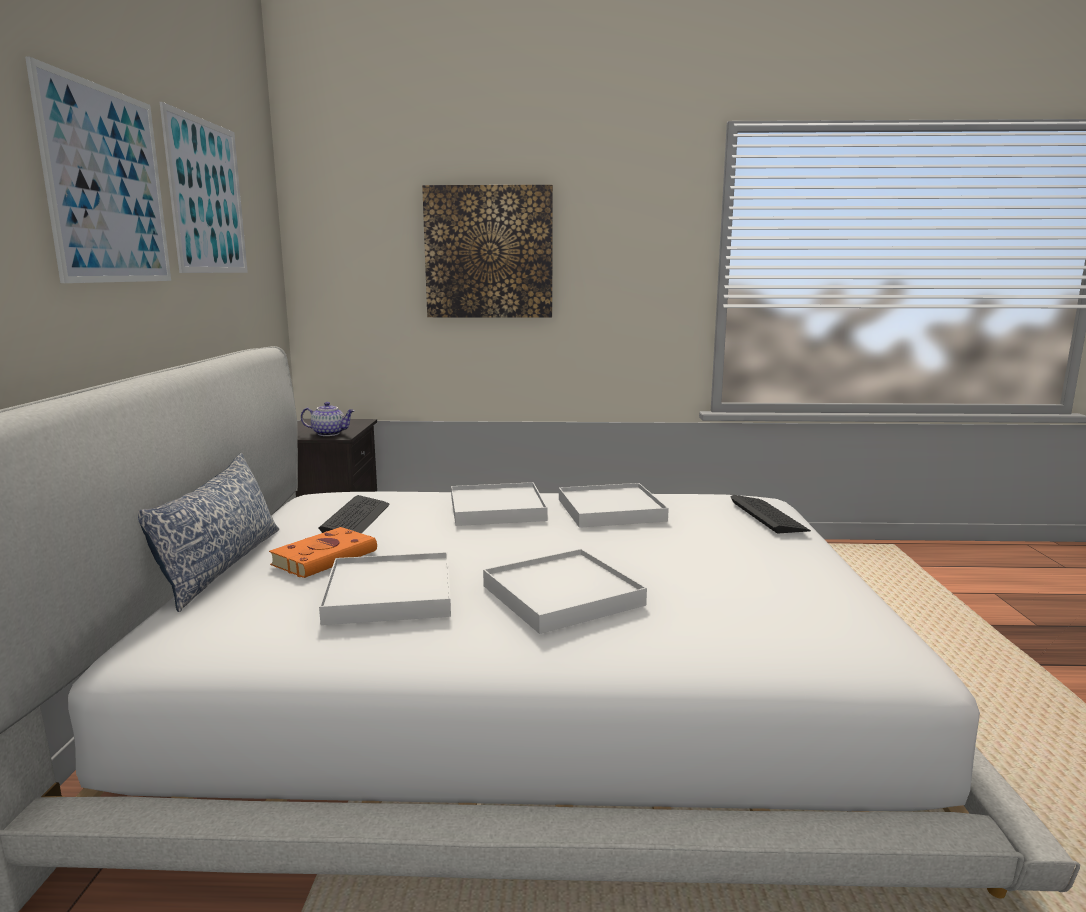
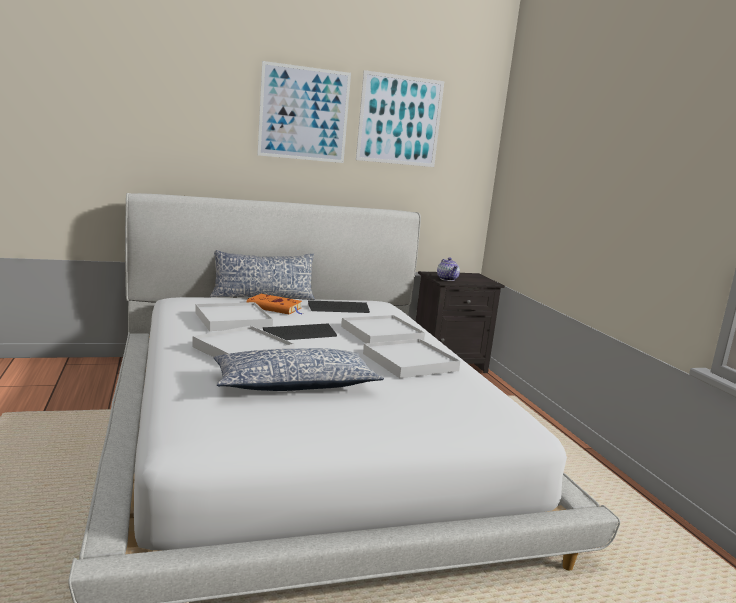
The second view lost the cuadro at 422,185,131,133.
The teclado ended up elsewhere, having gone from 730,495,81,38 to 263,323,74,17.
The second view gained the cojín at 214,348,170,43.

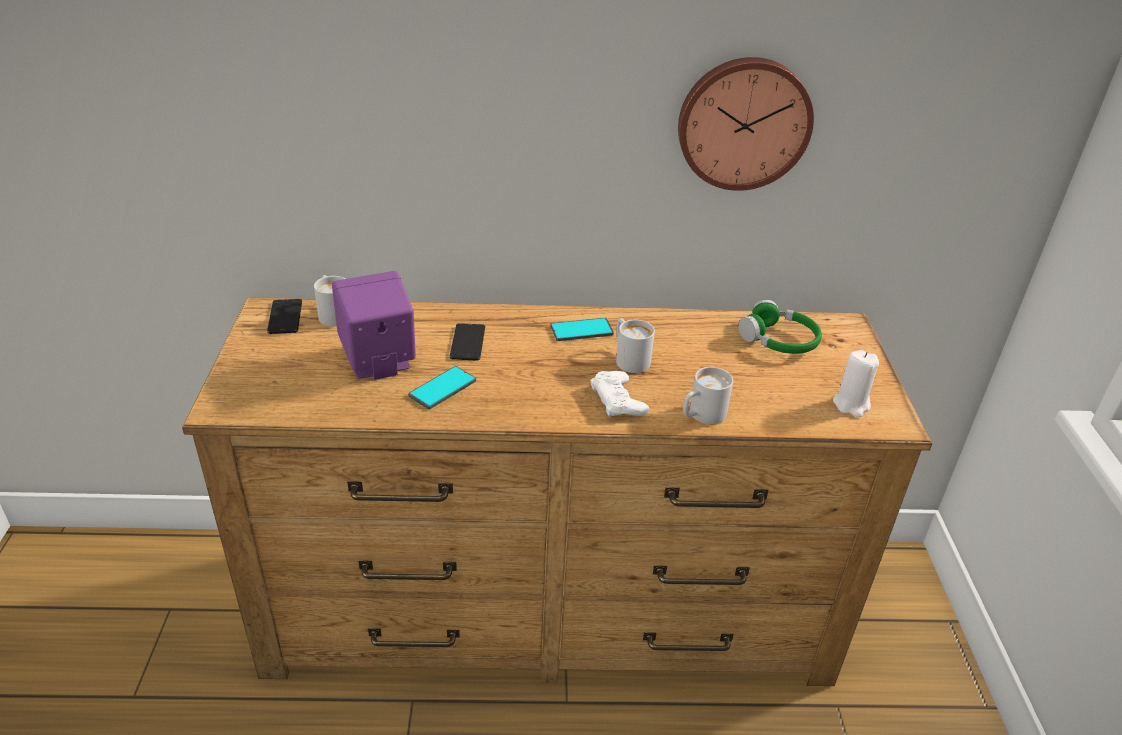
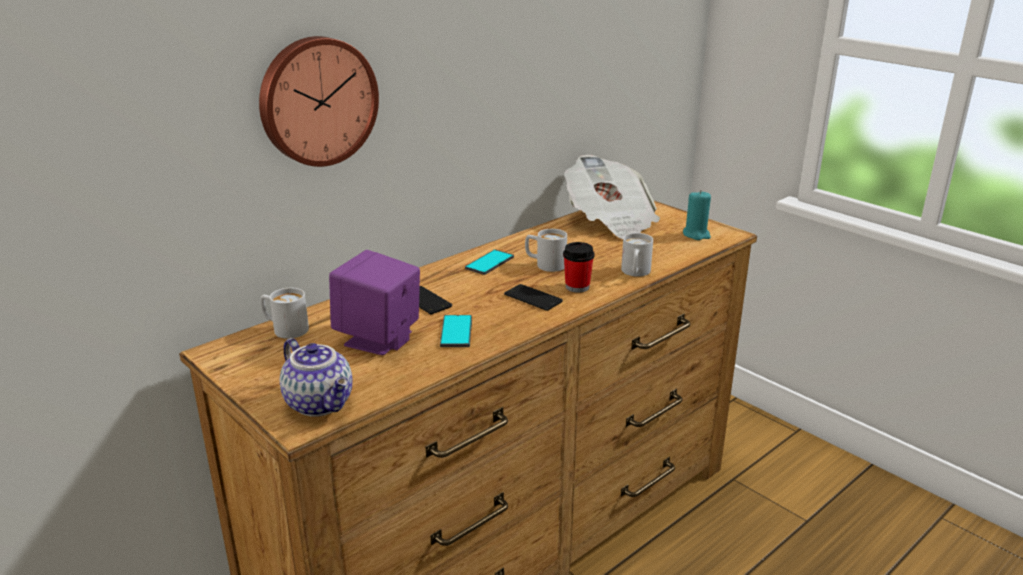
The móvil ended up elsewhere, having gone from 267,299,35,35 to 504,284,59,27.
Where the mando de consola/blanco stood at 590,371,59,46, the taza came to stand at 563,242,32,51.
The reloj de pared ended up elsewhere, having gone from 678,57,136,134 to 259,36,120,131.
Where the auriculares/verde stood at 739,300,83,54, the periódico came to stand at 564,155,96,84.
What was the vela/blanco at 833,350,46,67 turned into the vela/turquesa at 683,190,28,50.
The second view gained the tetera at 280,338,73,79.

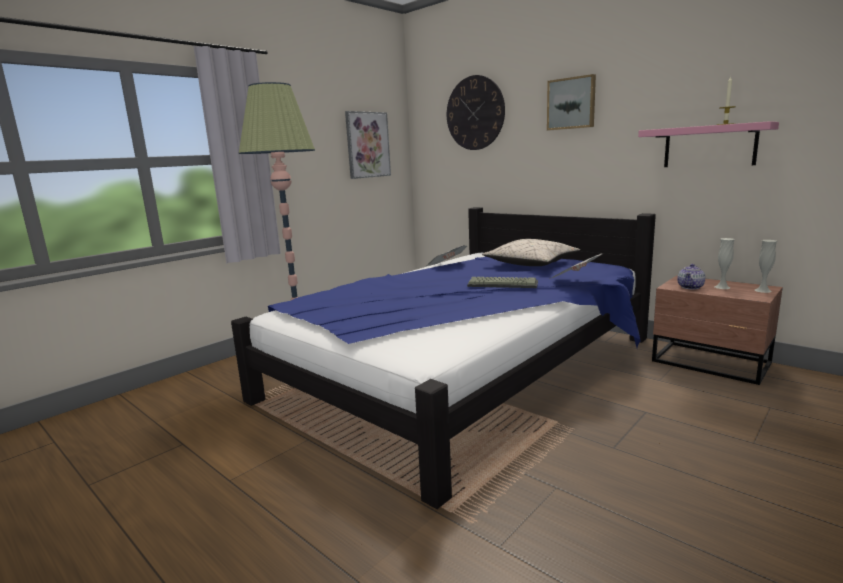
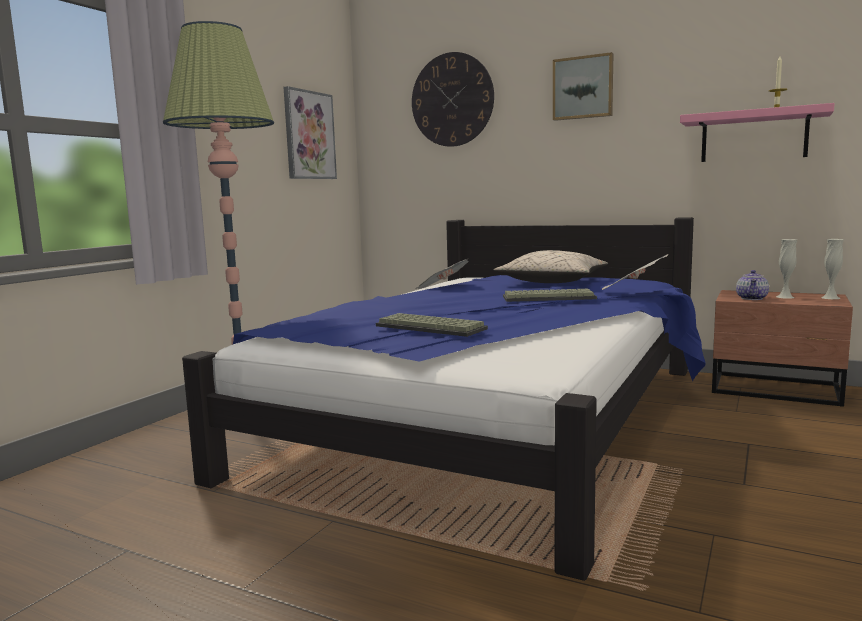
The second view gained the teclado at 376,313,112,24.

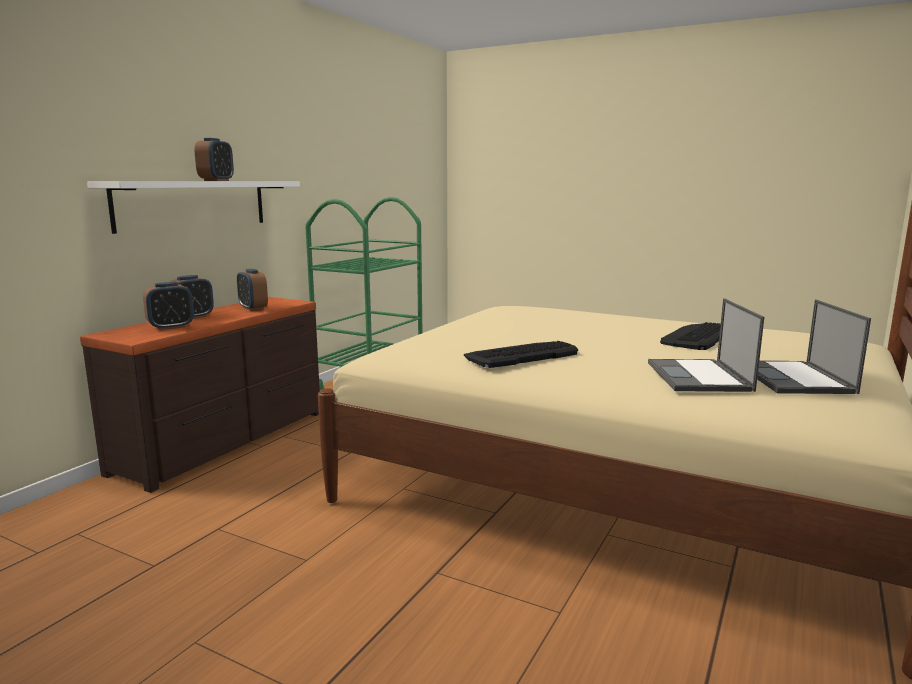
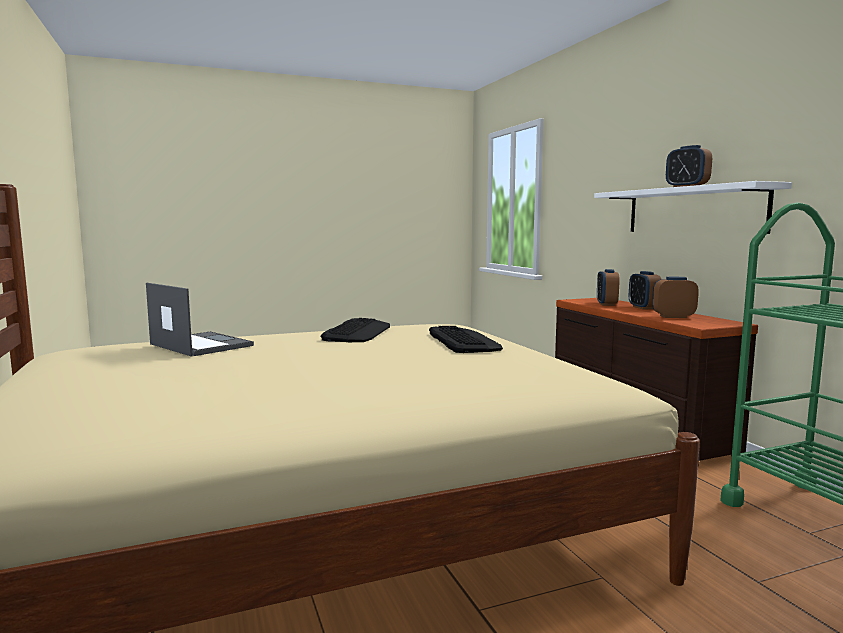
The teclado ended up elsewhere, having gone from 660,322,61,28 to 429,326,74,27.
The second view lost the portátil at 757,299,114,95.

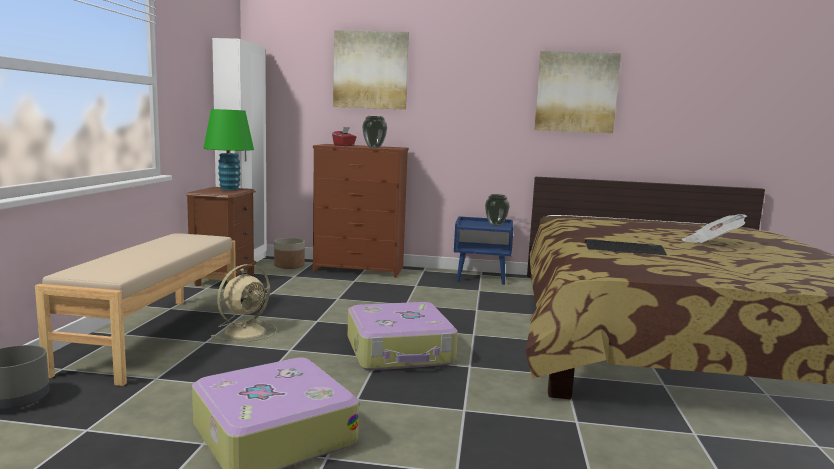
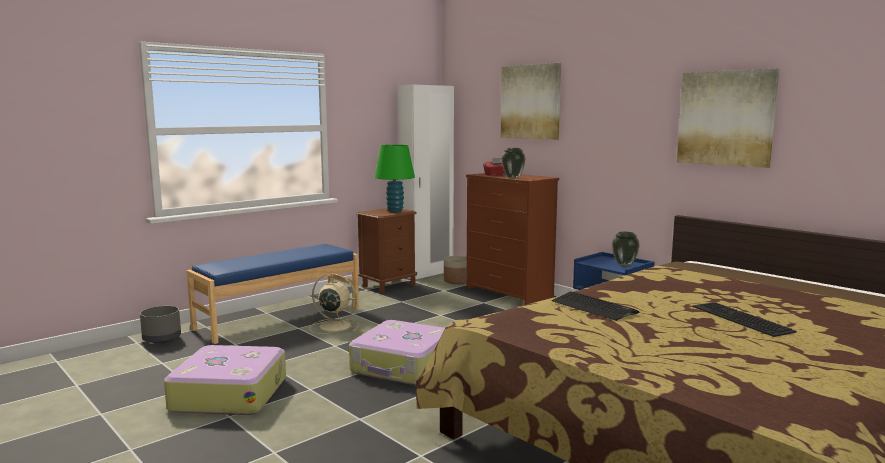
What was the banco/beis at 35,233,201,153 turned into the banco/azul at 187,244,172,100.
The ventilador/beis at 211,264,66,78 ended up facing another way, 150 degrees counterclockwise from before.
Where the periódico stood at 682,214,65,29, the teclado came to stand at 692,302,105,35.

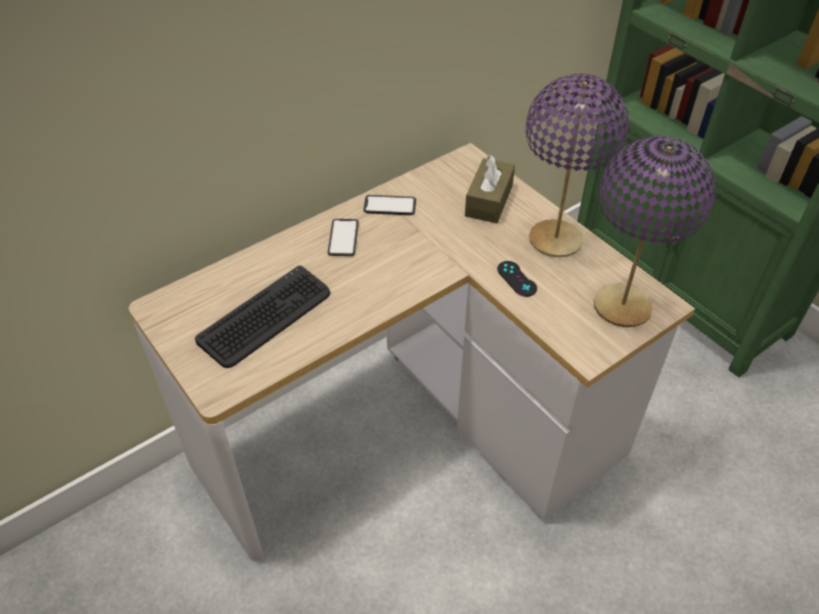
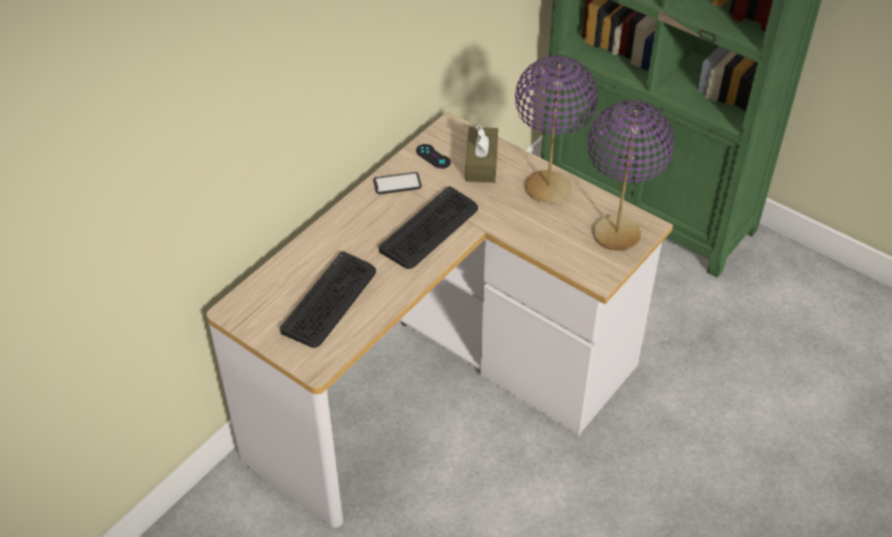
The second view lost the móvil at 328,219,31,37.
The mando de consola/negro ended up elsewhere, having gone from 497,261,40,36 to 416,144,35,25.
The second view gained the teclado at 379,186,99,83.

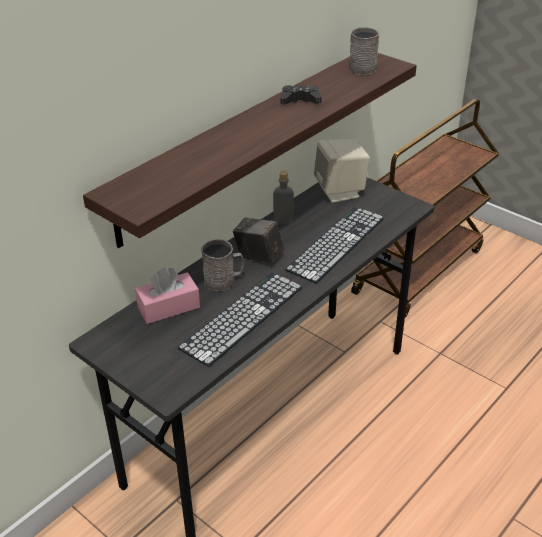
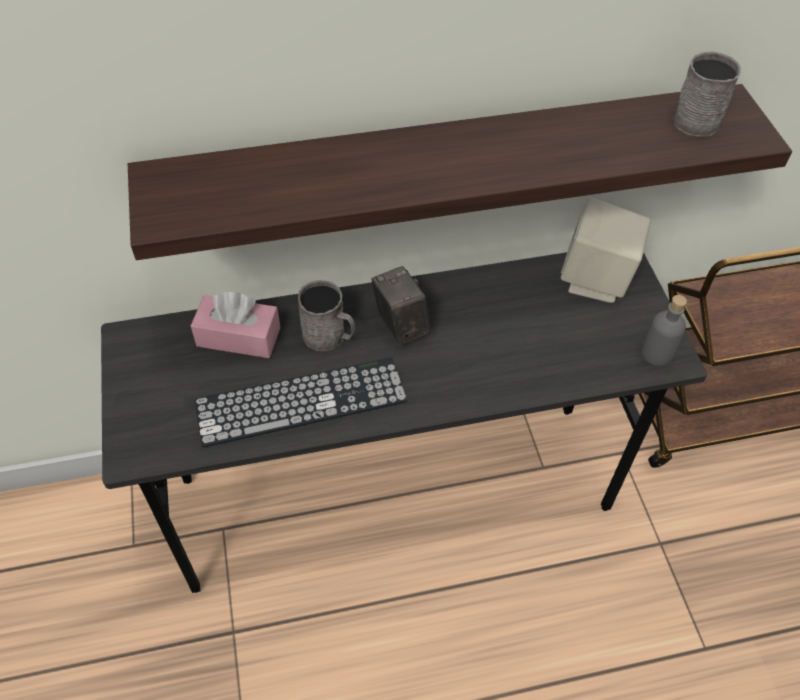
The botella/gris ended up elsewhere, having gone from 273,171,21,53 to 641,295,46,71.
The second view lost the mando de consola/negro at 280,85,41,19.
The second view lost the teclado at 285,207,99,77.

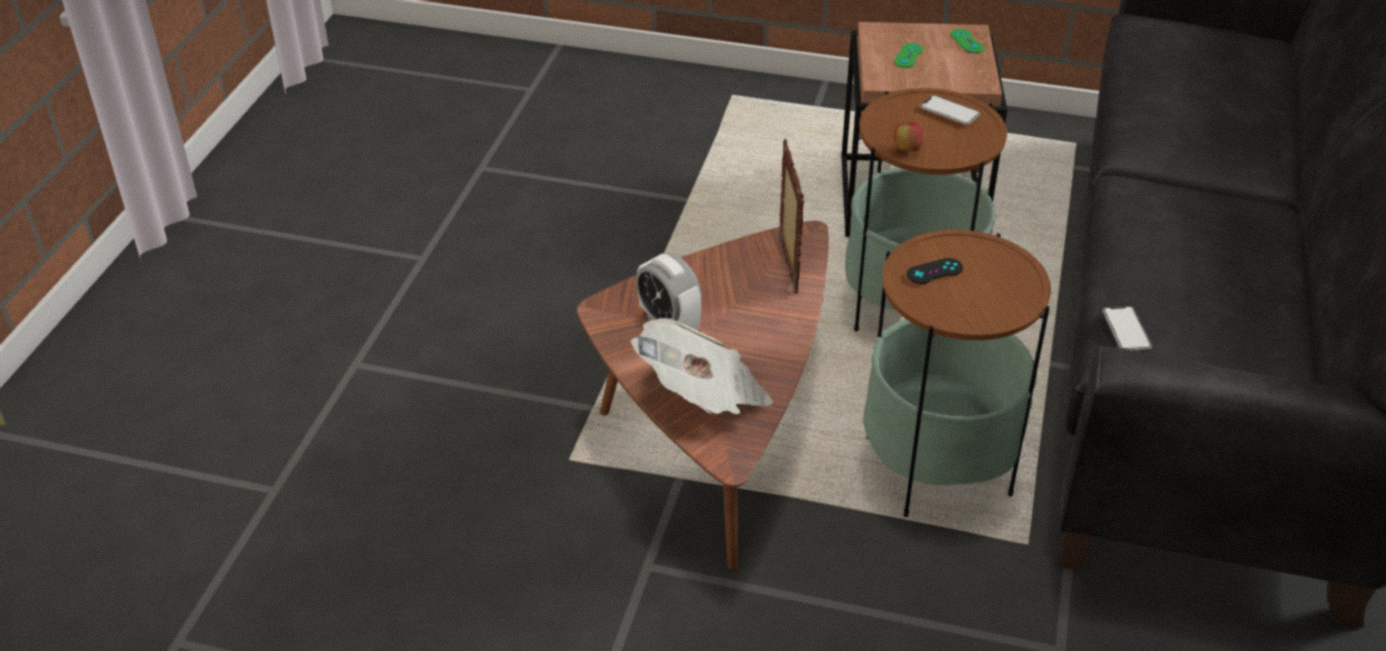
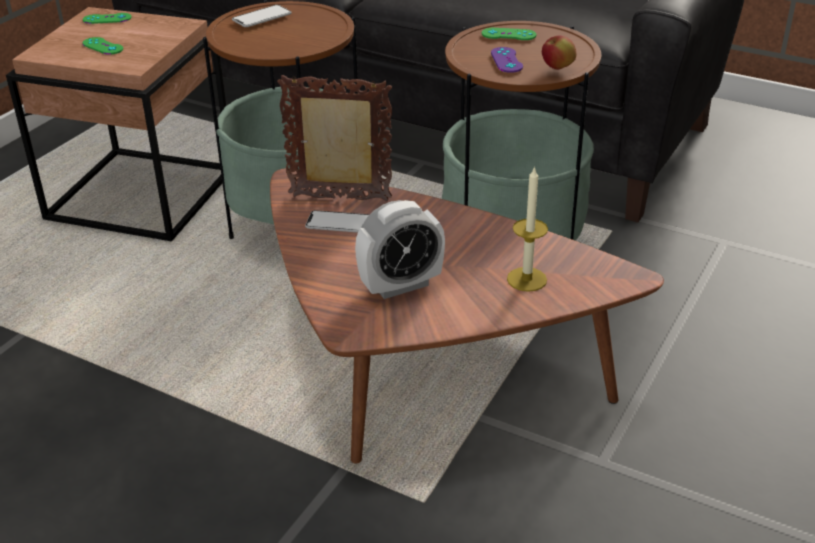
Where the periódico stood at 631,318,142,96, the vela came to stand at 507,166,41,126.
The manzana ended up elsewhere, having gone from 894,122,29,29 to 542,35,34,34.
What was the mando de consola/negro at 907,258,56,26 turned into the mando de consola/morado at 491,47,32,26.
The móvil ended up elsewhere, having gone from 1103,306,49,45 to 305,210,65,23.
The second view gained the mando de consola/verde at 482,28,54,12.

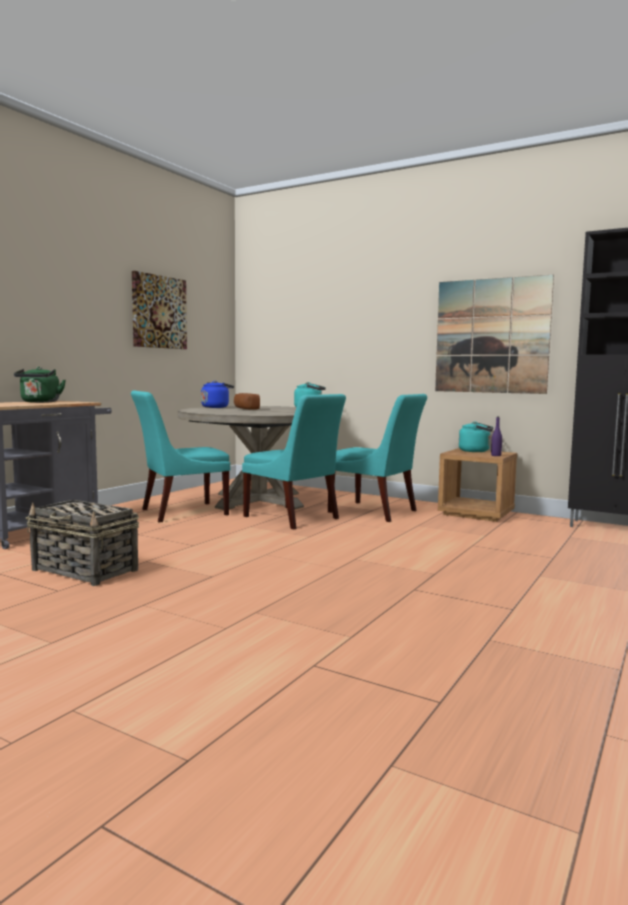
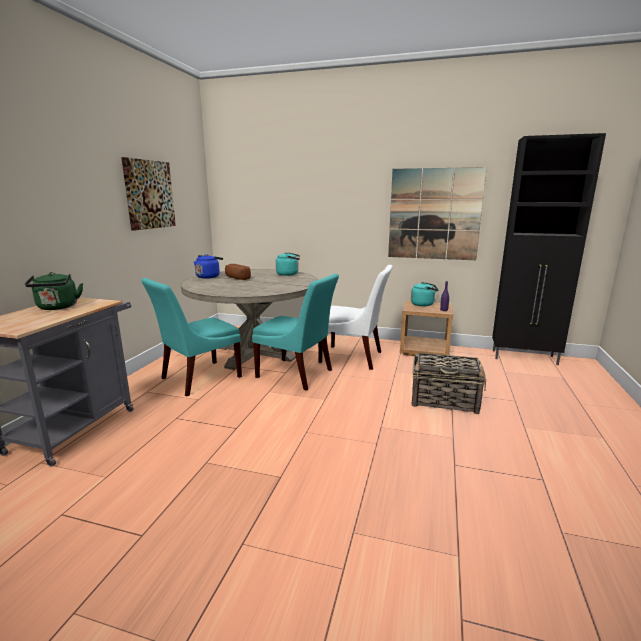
The cesta ended up elsewhere, having gone from 26,500,113,86 to 412,353,74,61.
What was the silla/turquesa at 328,394,99,128 turned into the silla/blanco at 318,265,75,105.

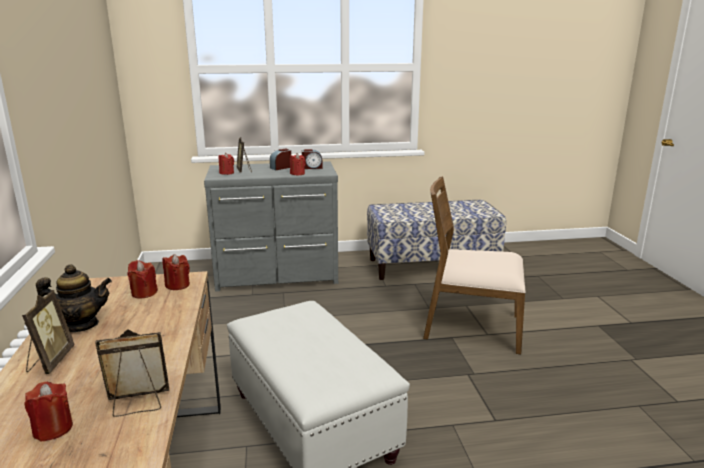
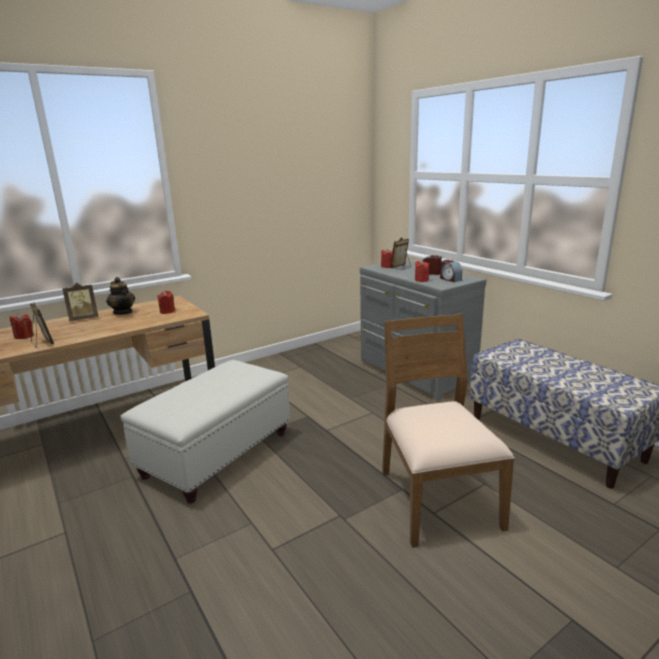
The second view lost the vela/rojo at 163,254,27,36.

